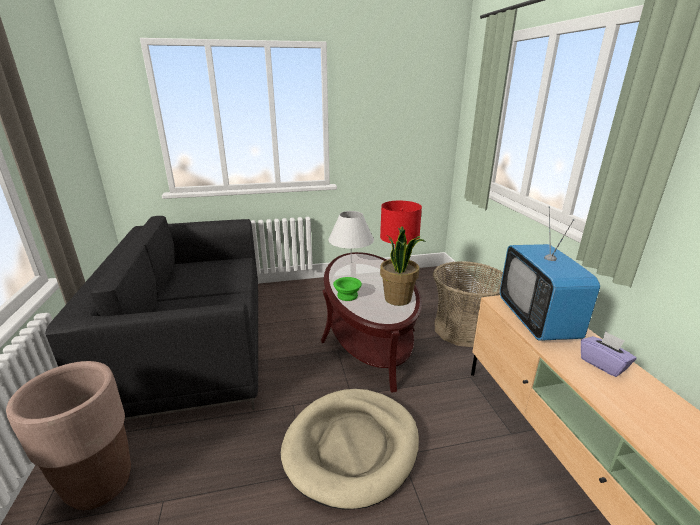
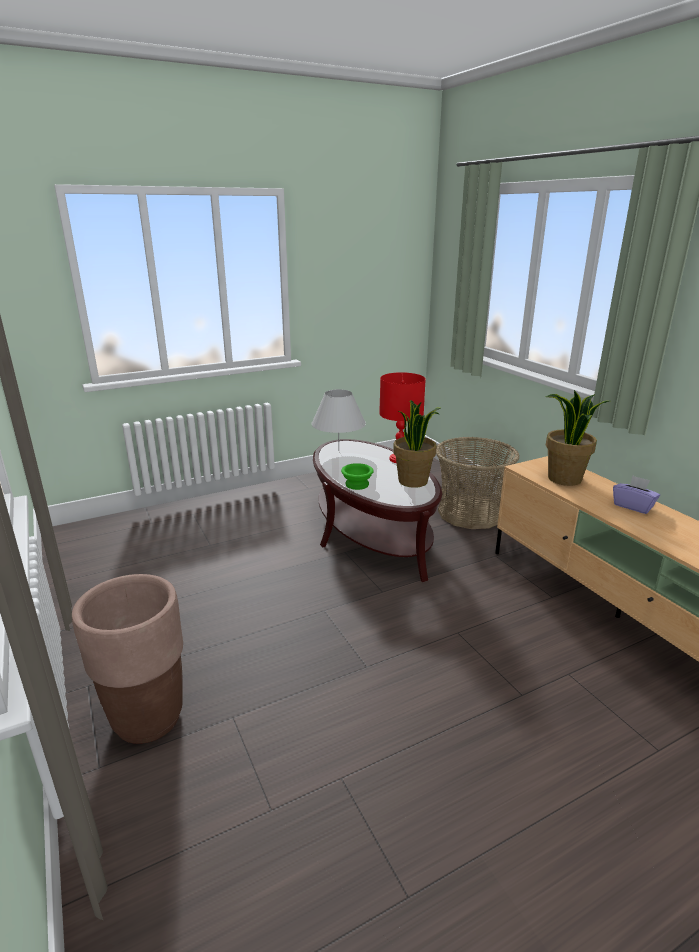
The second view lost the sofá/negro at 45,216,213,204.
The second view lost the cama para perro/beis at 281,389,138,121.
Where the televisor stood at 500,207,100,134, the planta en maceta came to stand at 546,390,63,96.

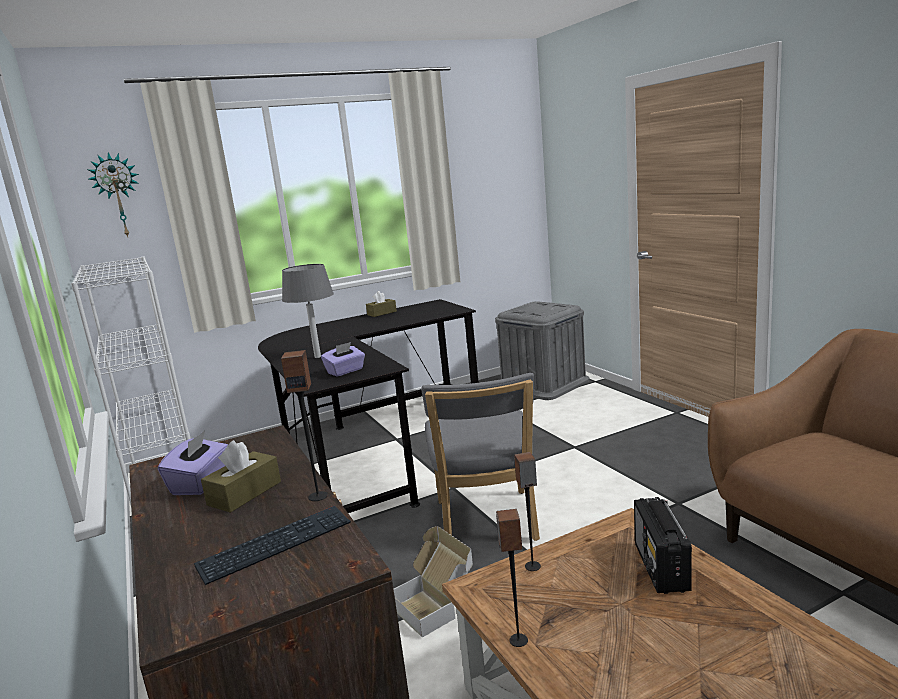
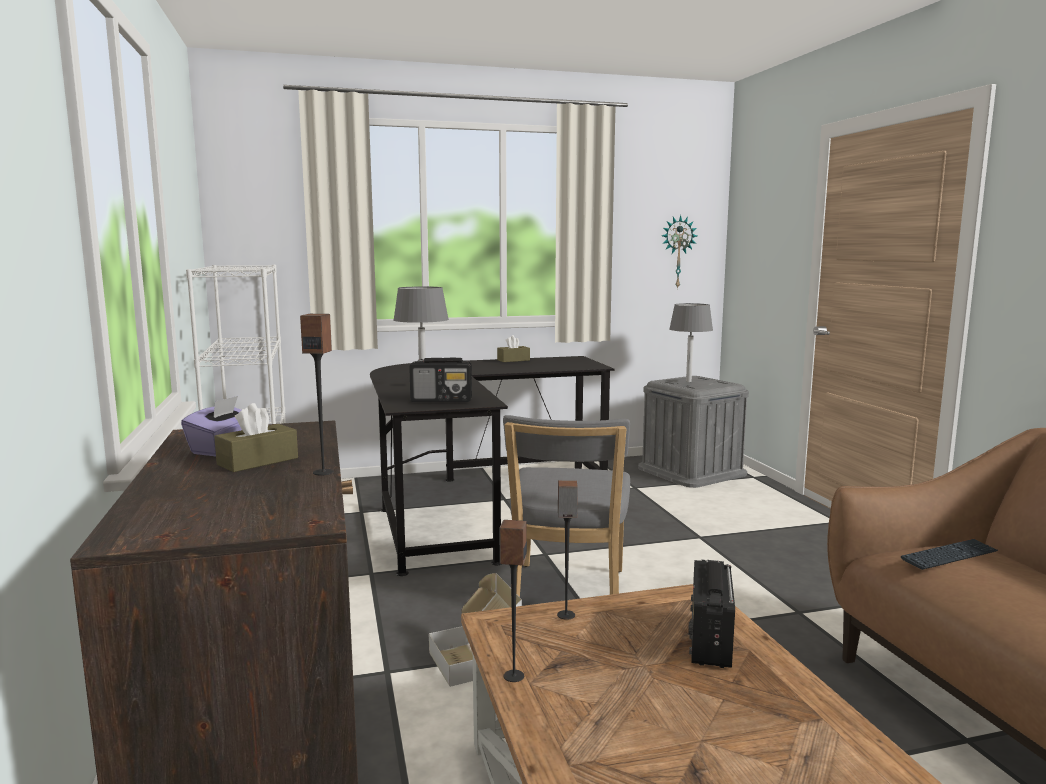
The reloj de pared ended up elsewhere, having gone from 87,153,52,84 to 662,215,35,74.
The teclado ended up elsewhere, having gone from 194,506,157,79 to 901,539,97,31.
Where the caja de pañuelos/morado stood at 321,342,44,34, the radio came to stand at 409,357,63,45.
The second view gained the lámpara de mesa/gris at 669,303,44,79.

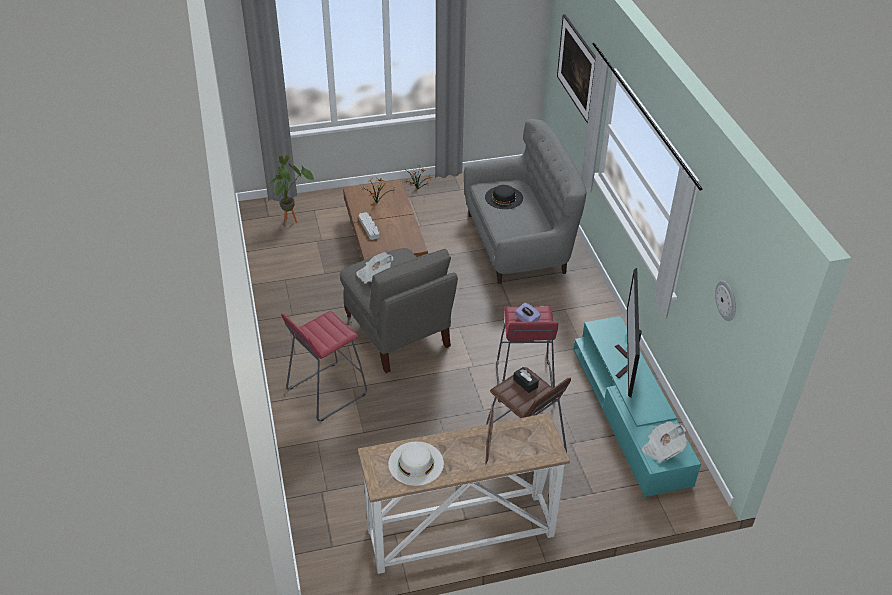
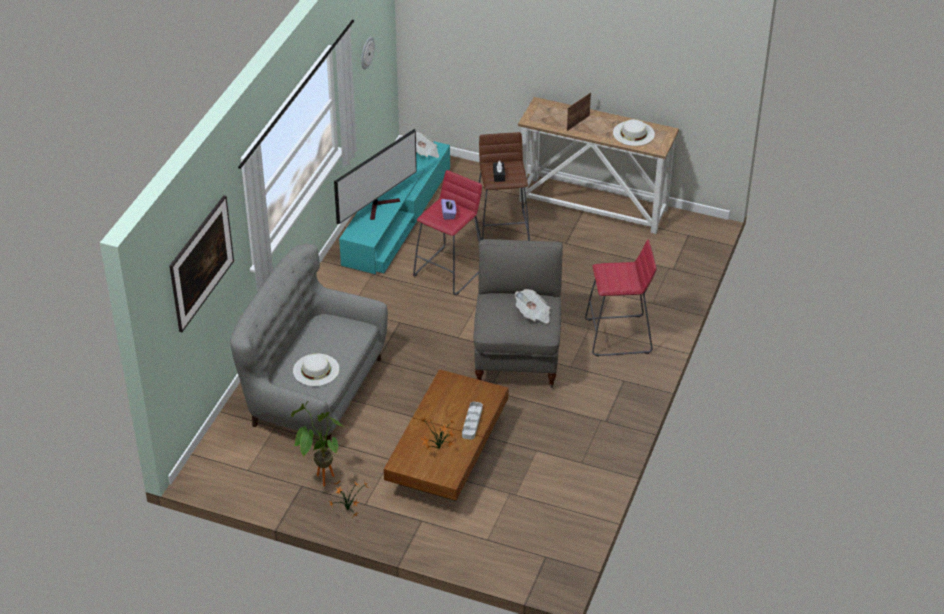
The planta en maceta ended up elsewhere, having gone from 268,155,46,72 to 291,401,53,86.
What was the sombrero/negro at 485,185,38,24 turned into the sombrero/blanco at 293,354,47,32.

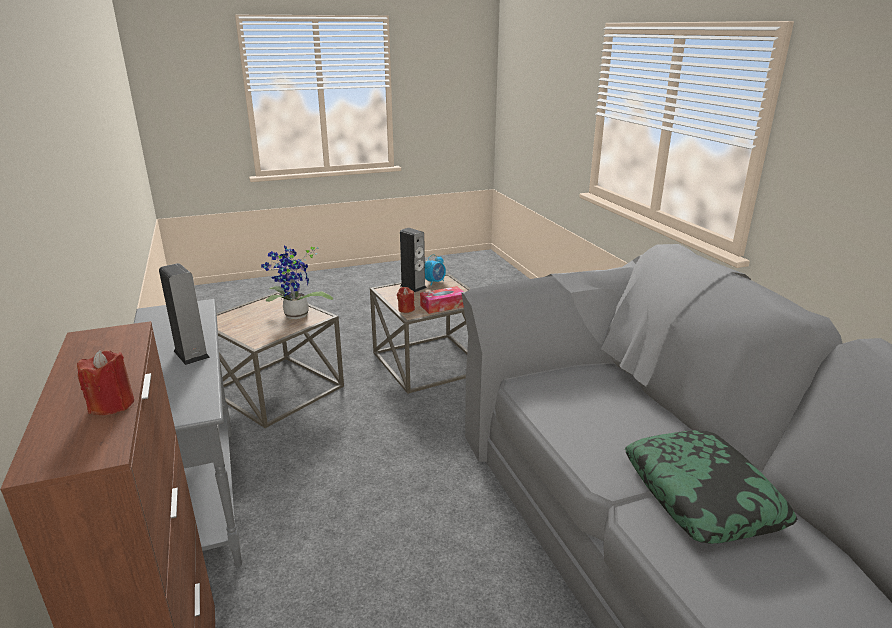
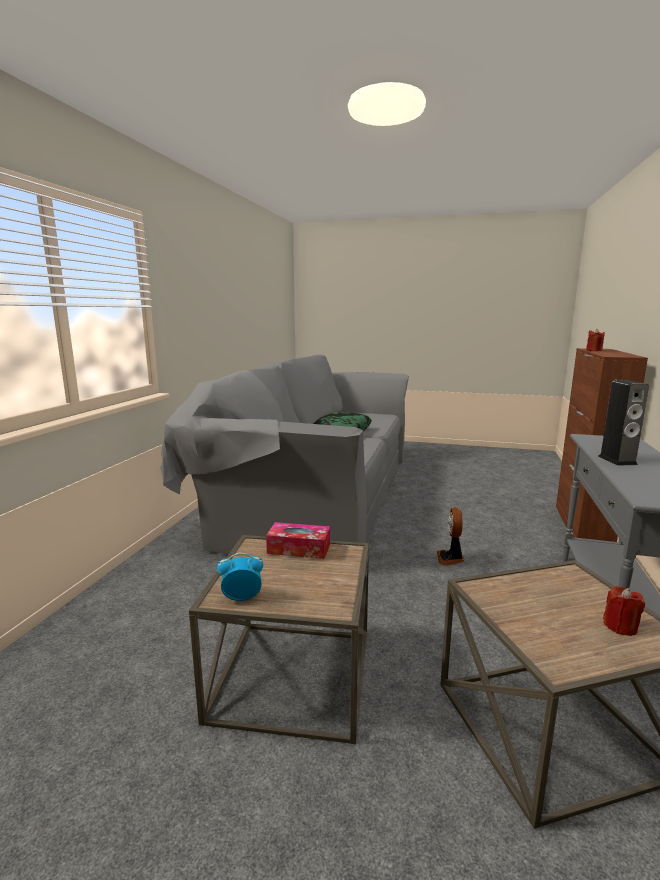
The second view lost the planta en maceta at 261,245,72,74.
The vela/rojo ended up elsewhere, having gone from 397,287,18,26 to 603,586,42,50.
The second view lost the altavoz at 400,228,27,64.
The second view gained the ventilador at 437,507,28,59.

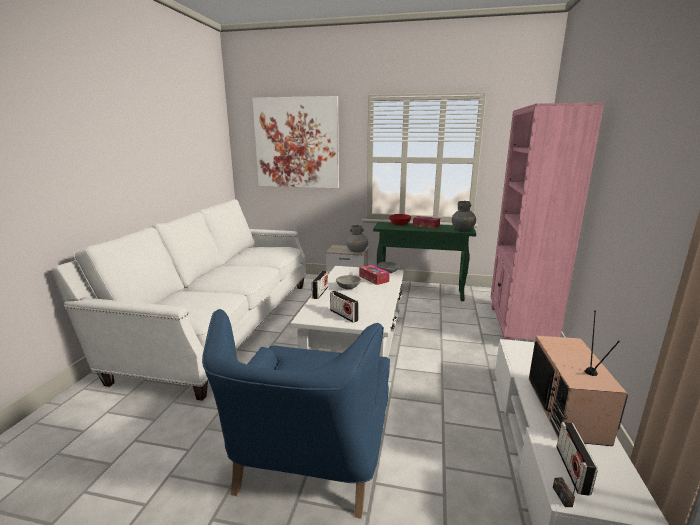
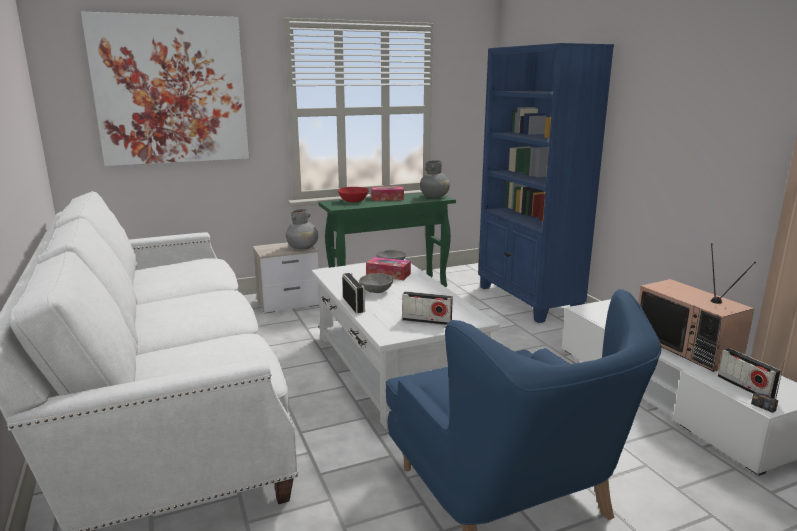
What was the estantería/rosa at 491,103,114,237 turned into the estantería/azul at 478,43,136,280.

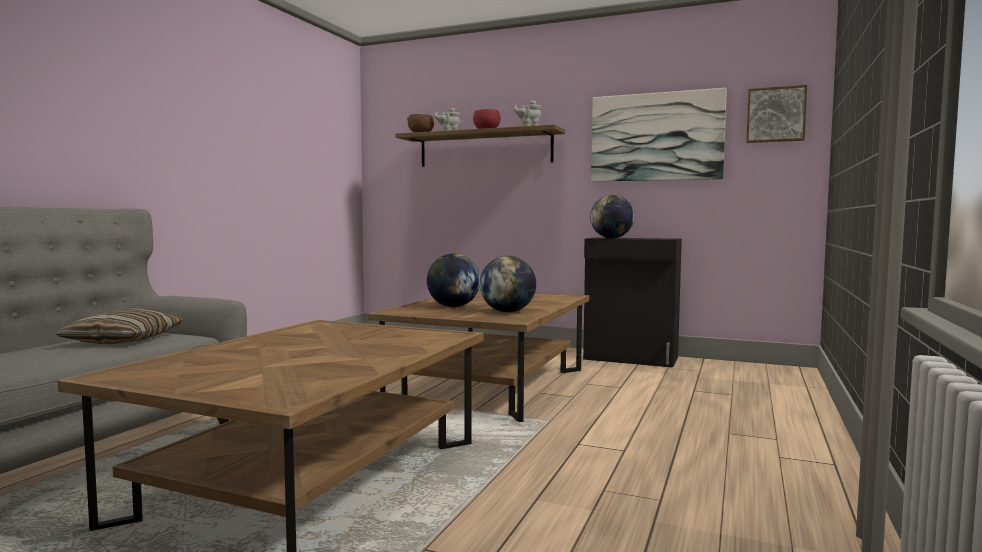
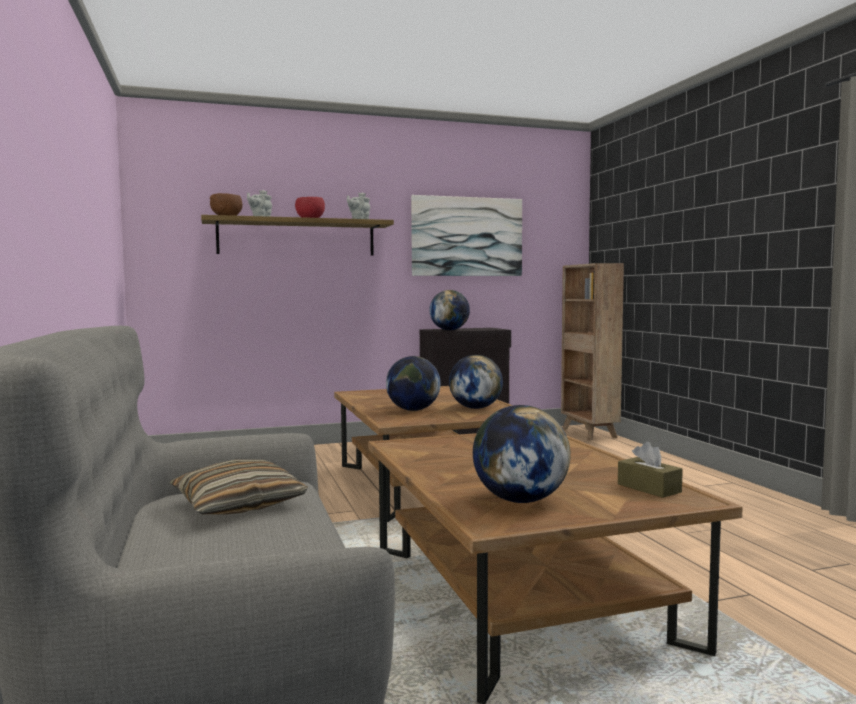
The second view lost the cuadro at 746,85,61,58.
The second view gained the globo terráqueo at 473,405,98,98.
The second view gained the estantería/marrón at 561,263,63,178.
The second view gained the caja de pañuelos/marrón at 618,442,65,56.

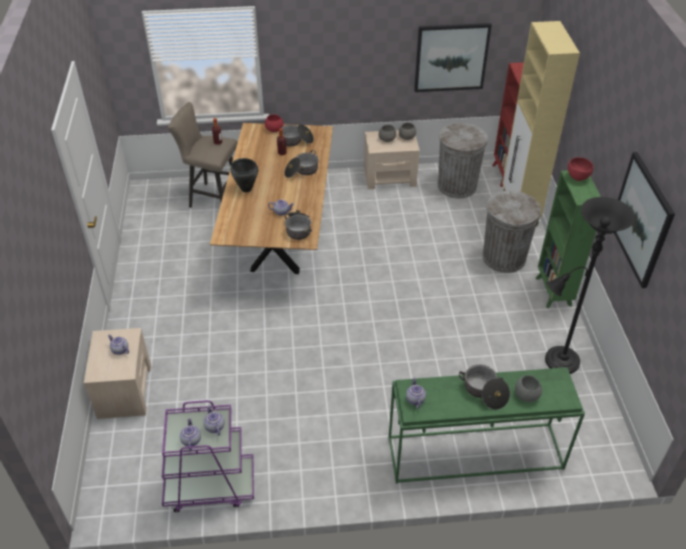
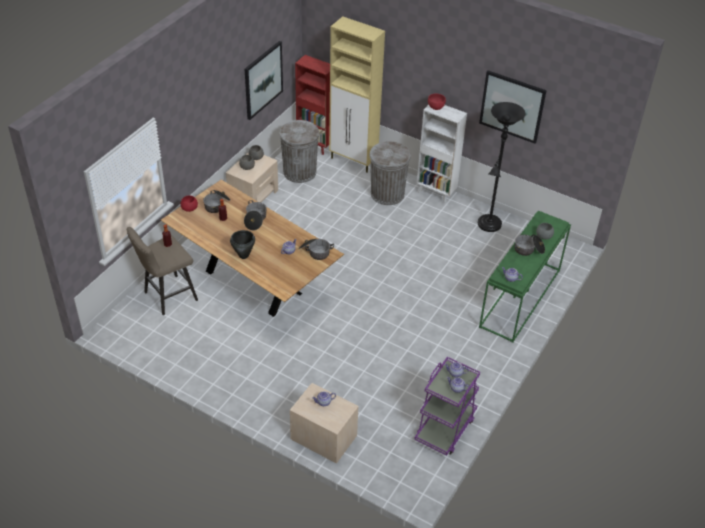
What was the estantería/verde at 535,170,66,138 turned into the estantería/blanco at 417,105,50,99.

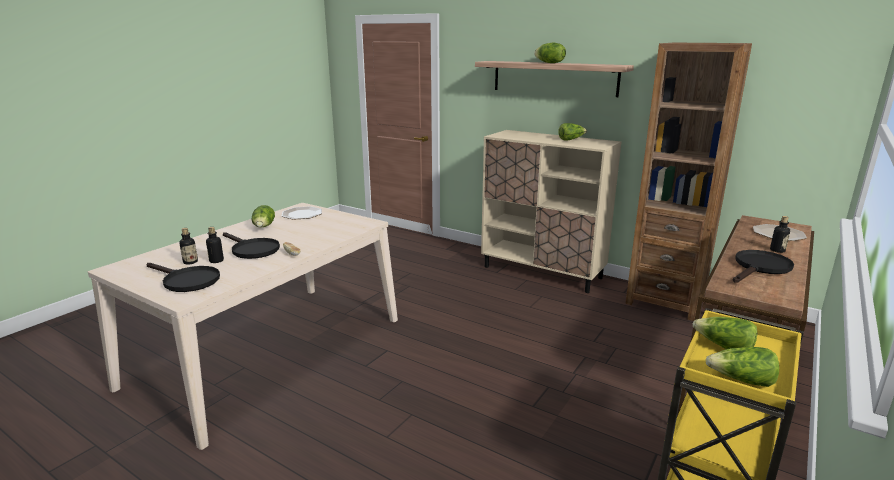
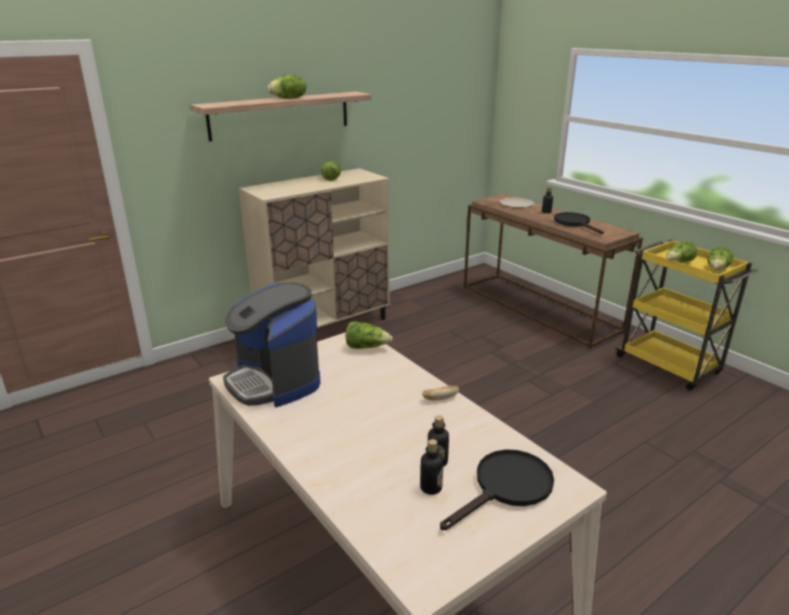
The second view lost the sartén/negro at 223,232,57,27.
The lechuga ended up elsewhere, having gone from 252,205,23,23 to 346,321,47,28.
Where the plato stood at 282,206,40,14, the cafetera came to stand at 223,282,97,125.
The second view lost the estantería/marrón at 625,43,127,278.

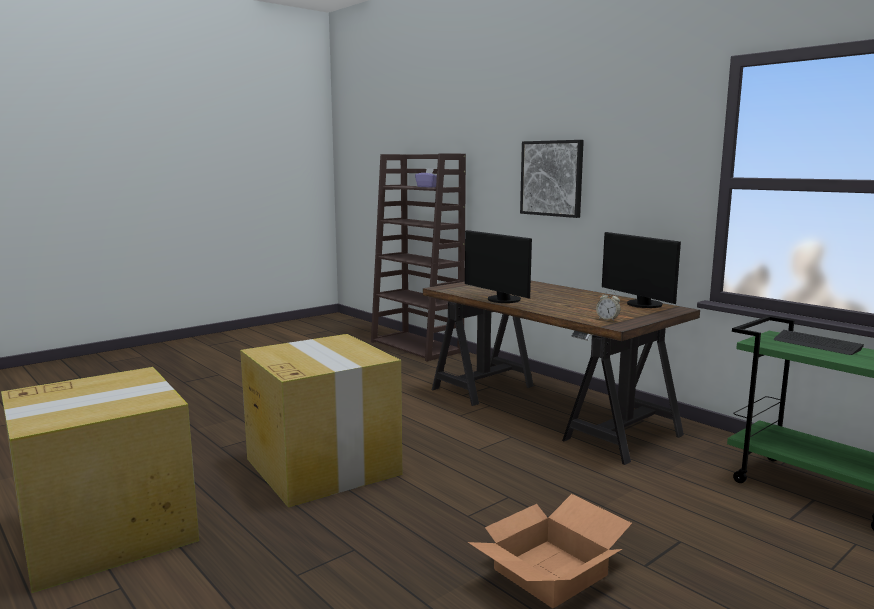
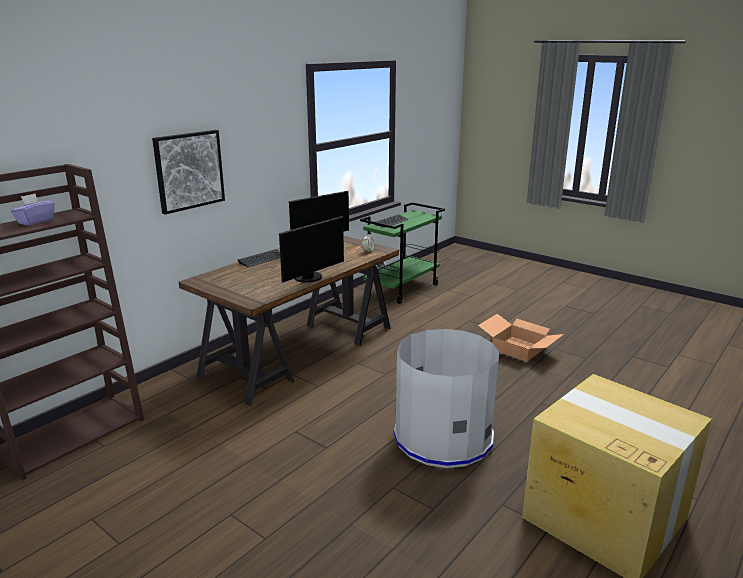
Where the caja de cartón stood at 240,334,162,173, the papelera/gris came to stand at 393,329,106,139.
The second view gained the teclado at 238,249,42,18.

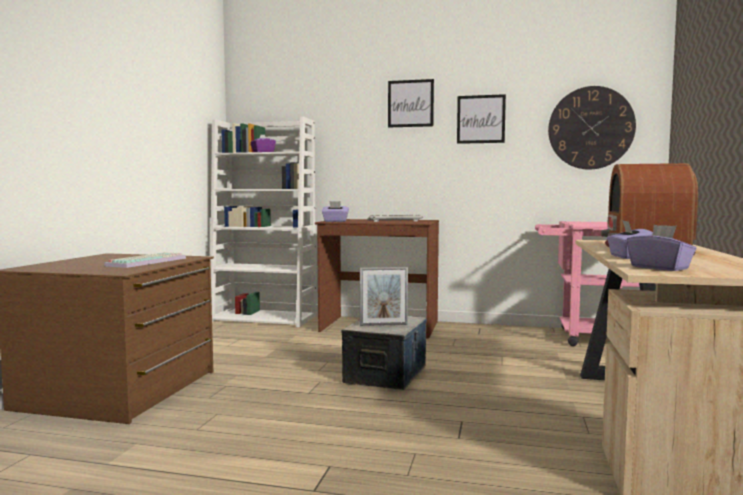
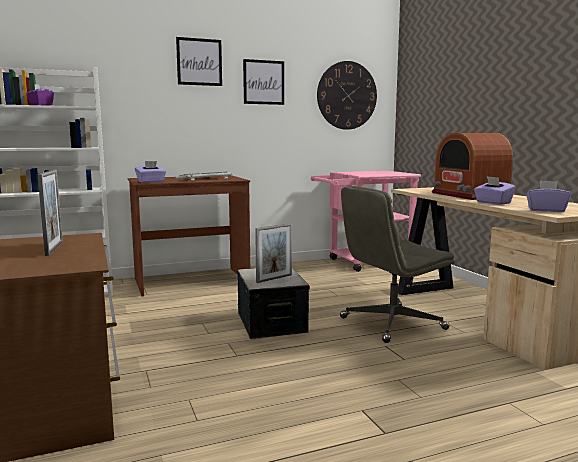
Where the teclado stood at 104,252,82,16, the portarretratos came to stand at 38,170,25,86.
The second view gained the silla de oficina/gris at 340,186,115,157.

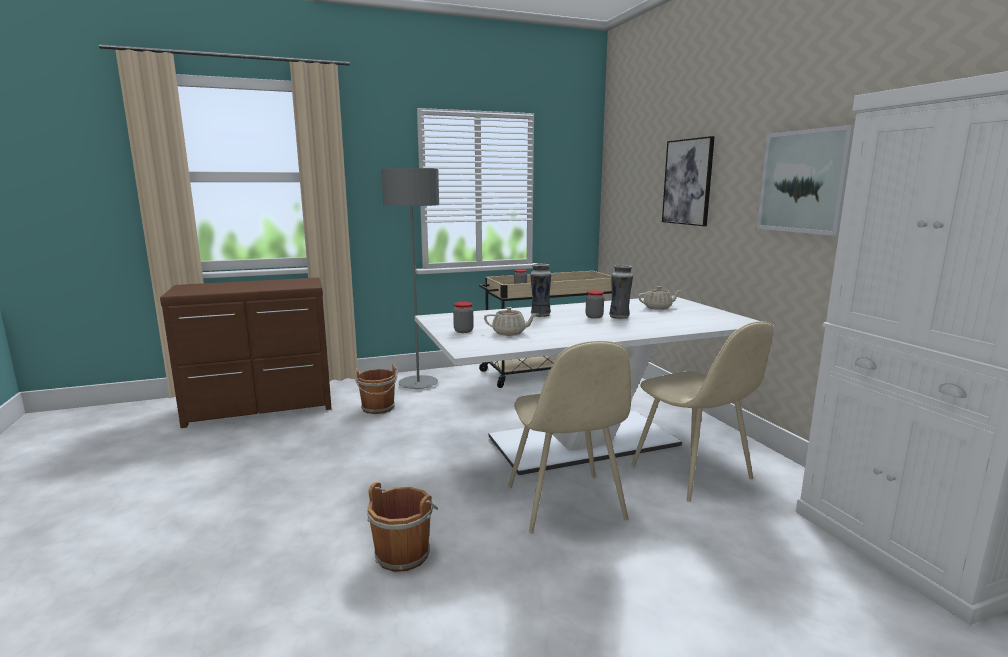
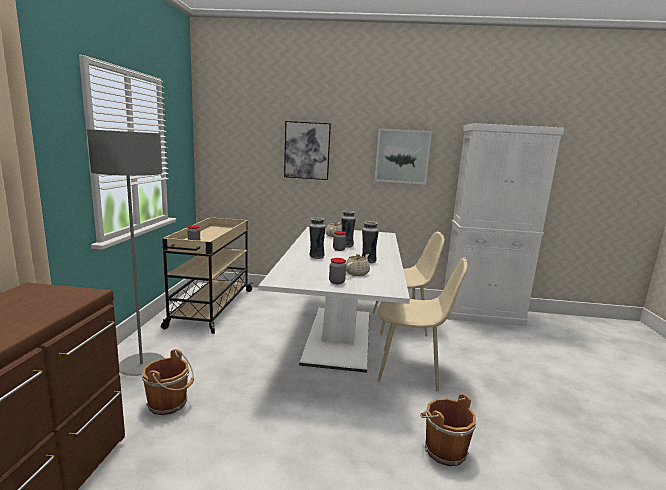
The second view gained the florero at 362,221,17,42.

